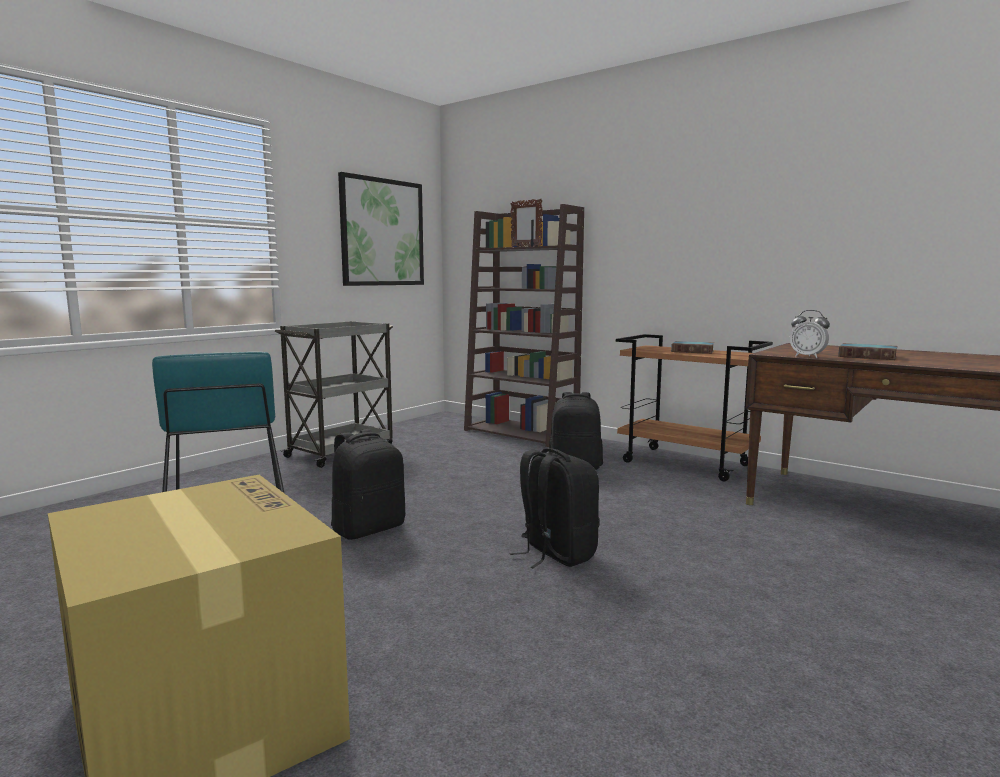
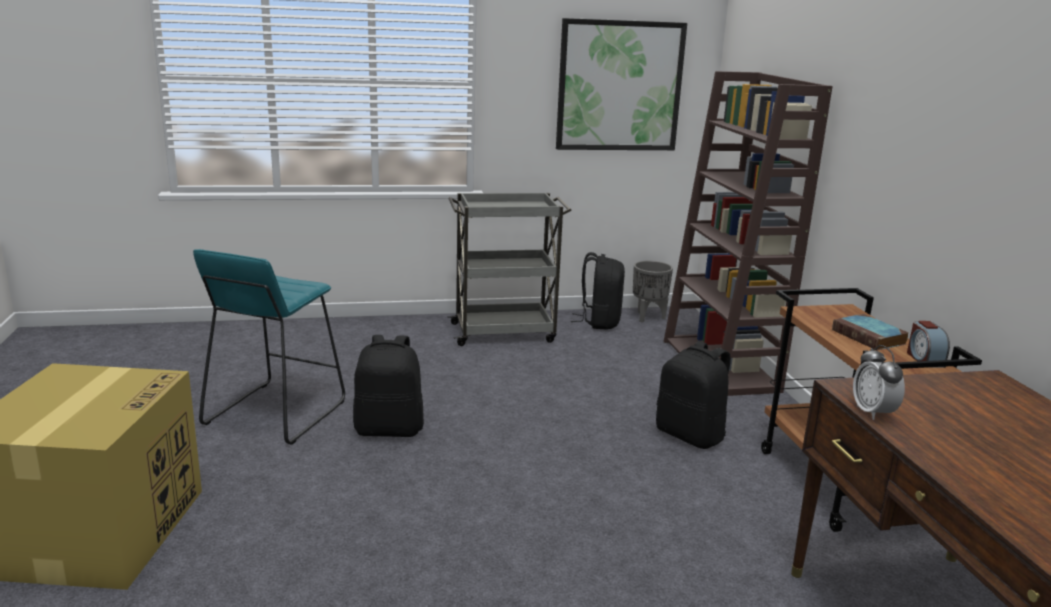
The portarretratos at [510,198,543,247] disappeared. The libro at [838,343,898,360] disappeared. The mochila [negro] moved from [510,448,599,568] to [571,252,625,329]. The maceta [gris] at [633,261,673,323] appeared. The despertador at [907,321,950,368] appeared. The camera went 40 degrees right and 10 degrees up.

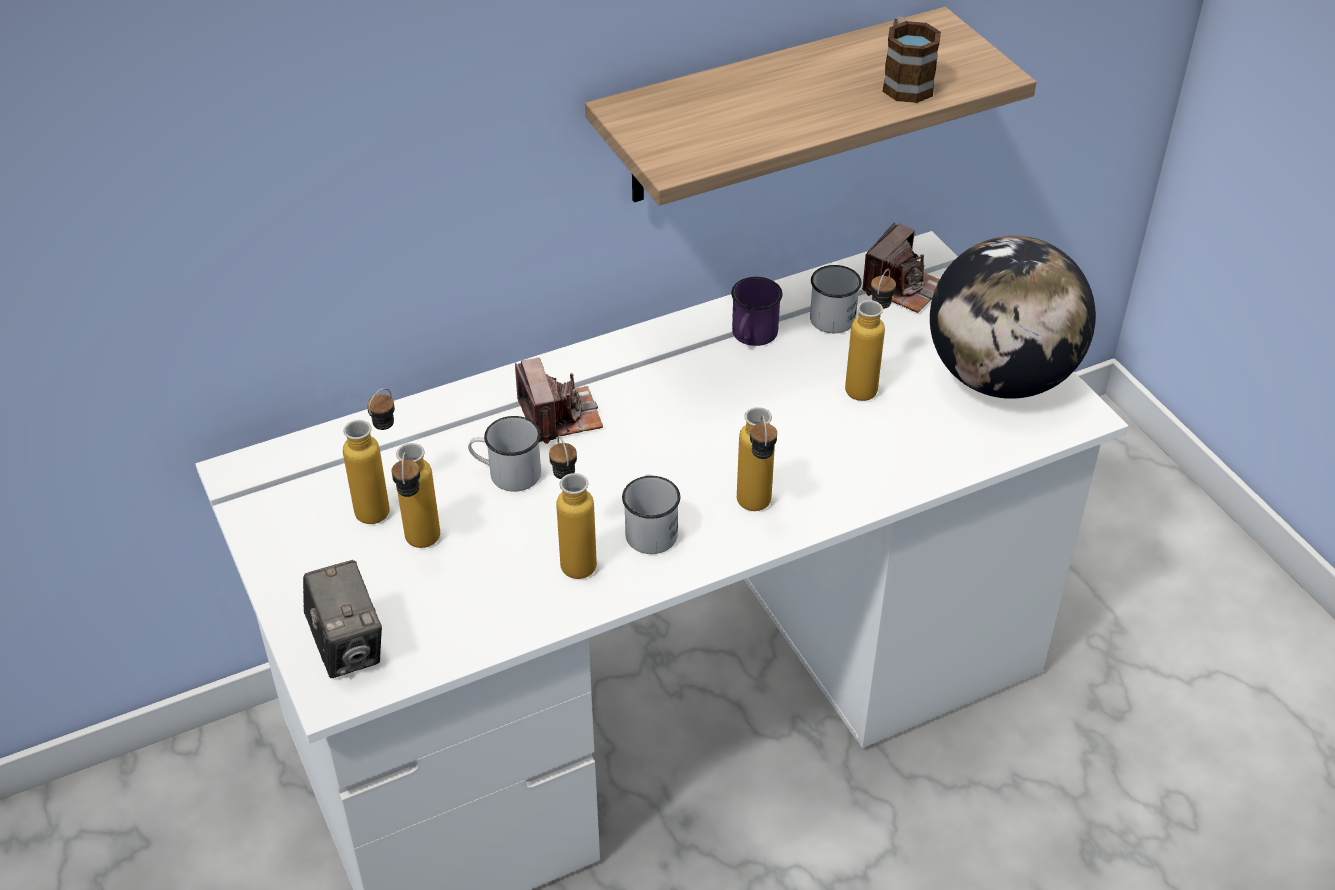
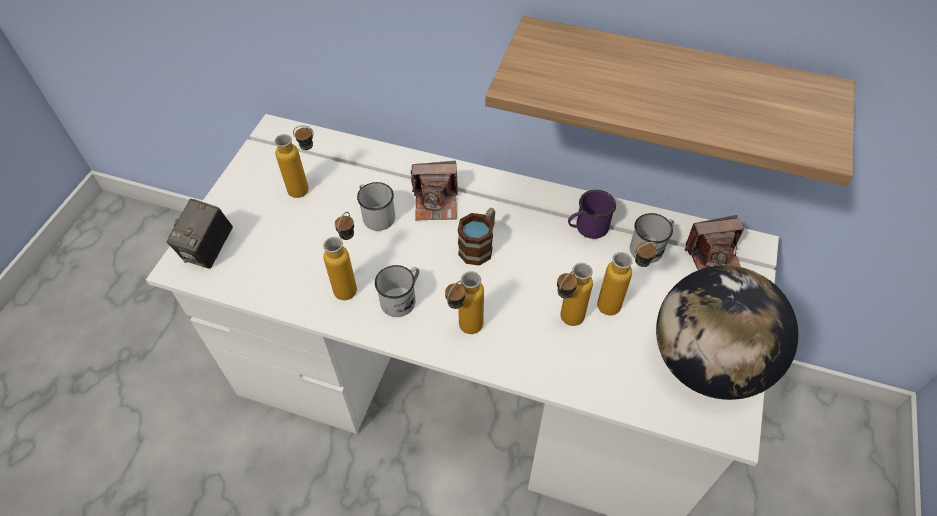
The taza grande moved from [882,16,941,103] to [458,208,495,266]. The cámara at [515,358,603,444] turned 60 degrees clockwise. The botella moved from [391,443,440,548] to [557,263,593,326]. The camera went 45 degrees right and 10 degrees up.

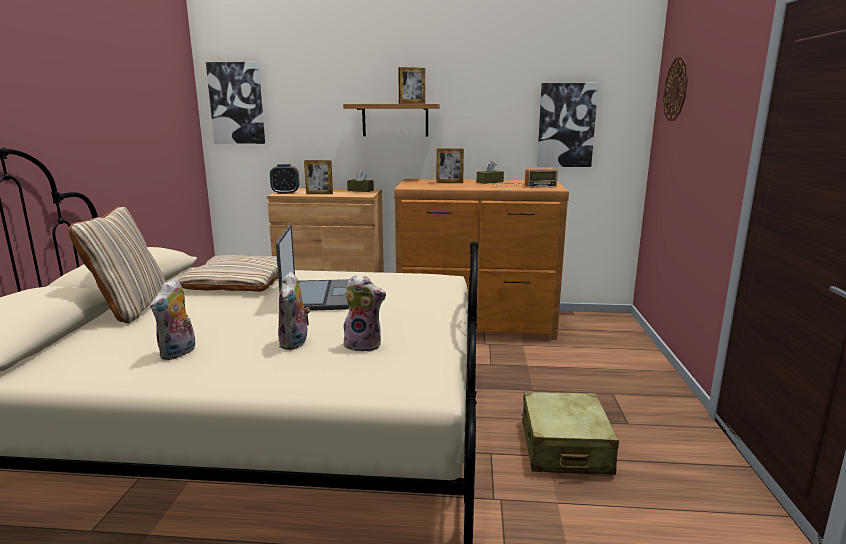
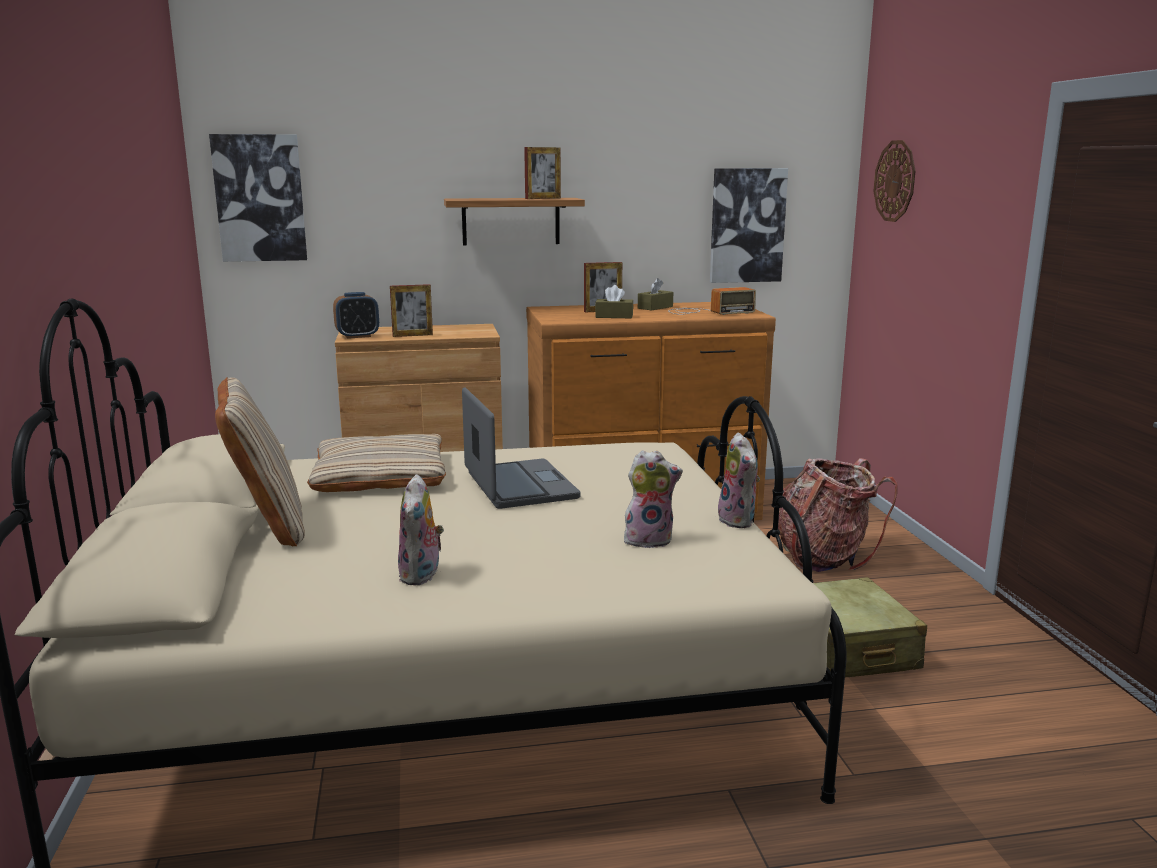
The caja de pañuelos [marrón] moved from [347,170,374,192] to [595,285,634,318]. The peluche moved from [278,271,310,350] to [718,433,760,528]. The mochila at [778,458,898,572] appeared. The camera went 15 degrees left and 0 degrees up.

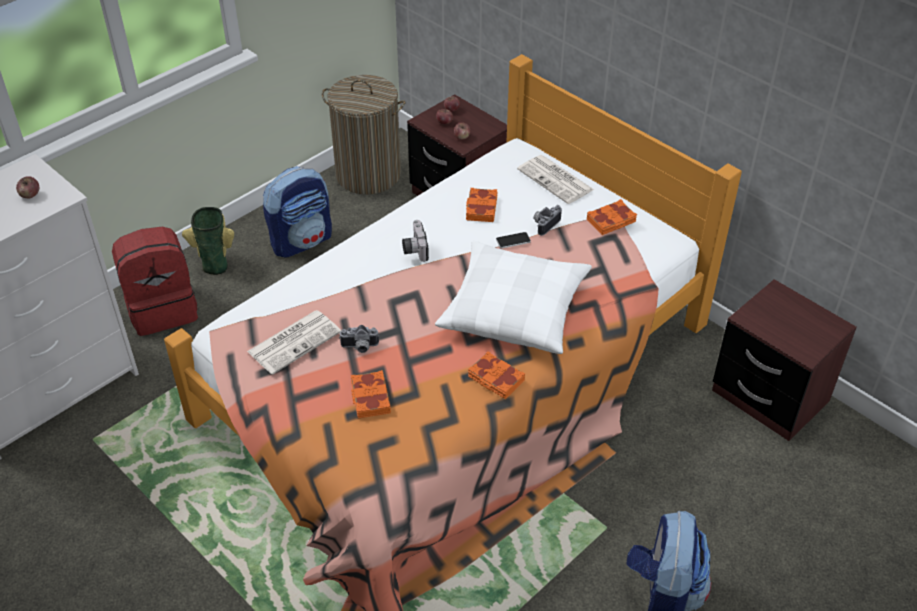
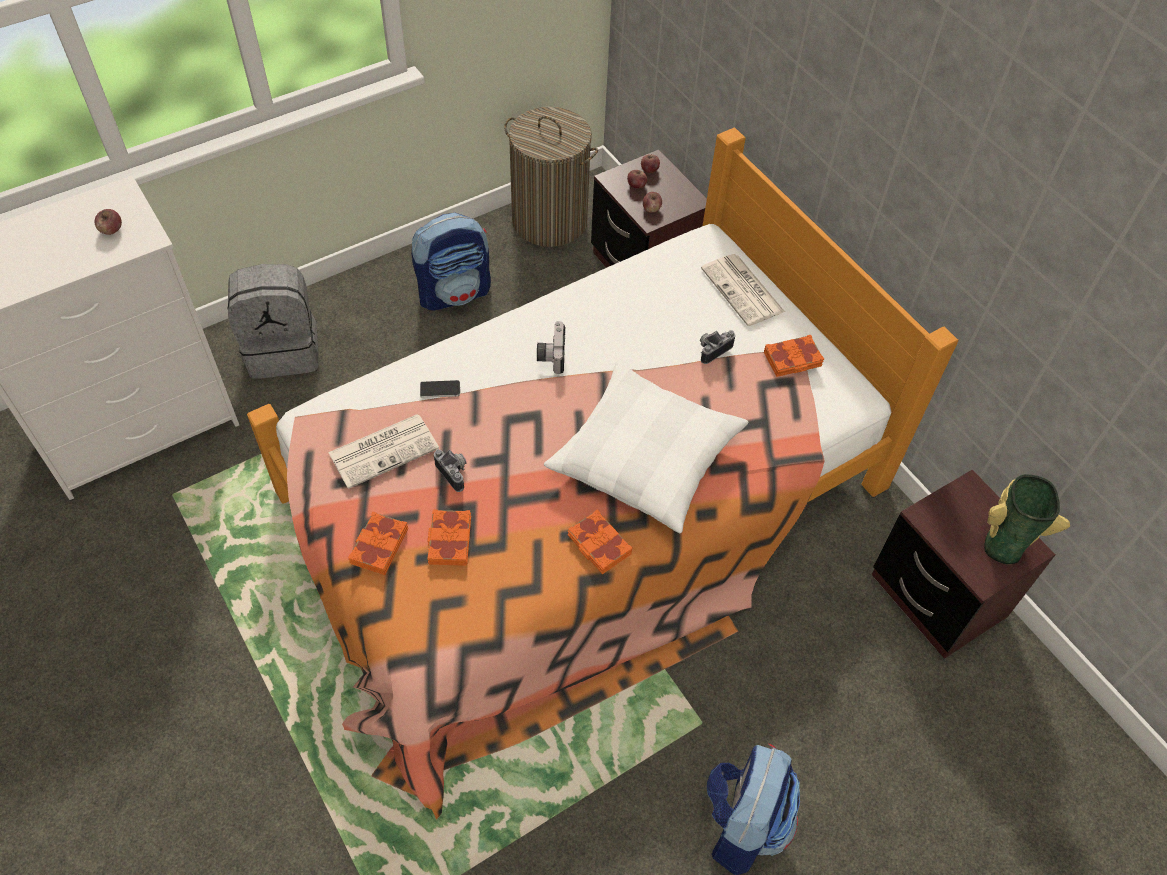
The libro [naranja] moved from [466,188,497,222] to [348,512,408,575]. The florero moved from [182,207,234,275] to [984,474,1070,564]. The mochila [rojo] at [112,227,198,336] became the mochila [gris] at [227,264,319,379]. The móvil moved from [496,232,531,249] to [420,380,460,398]. The cámara at [339,325,379,353] turned 135 degrees counterclockwise. The camera went 10 degrees right and 10 degrees up.

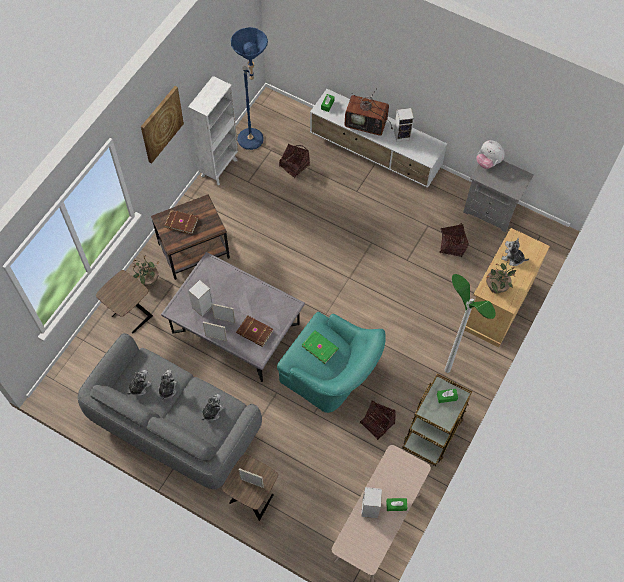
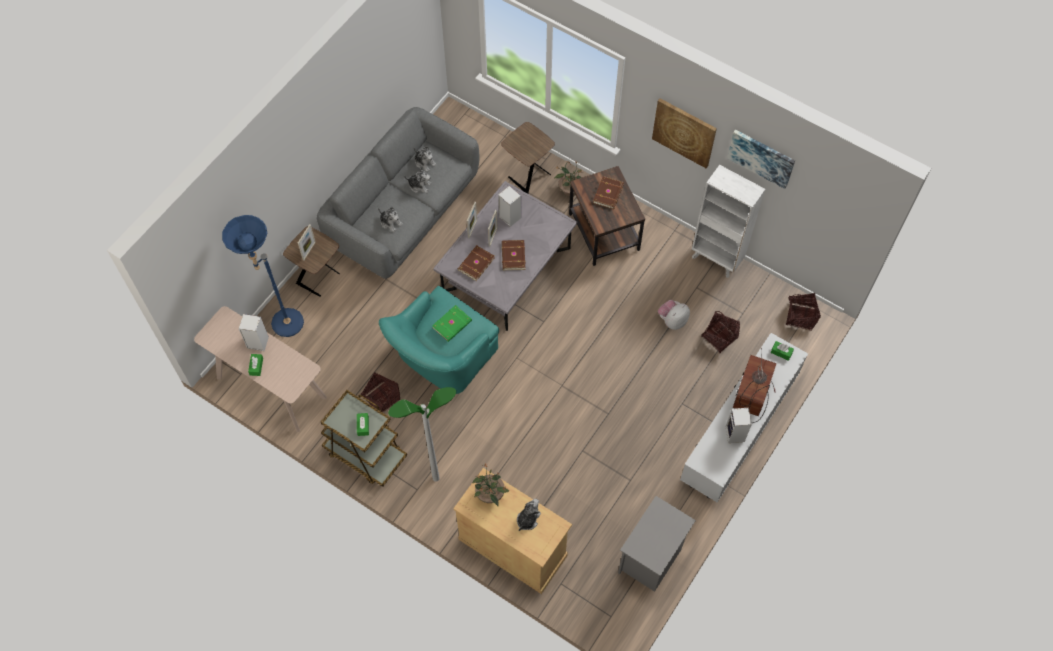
The lámpara de pie [azul] moved from [231,27,268,150] to [222,215,304,337]. The peluche moved from [476,140,505,169] to [658,300,690,330]. The cesta moved from [439,223,469,257] to [785,293,821,331]. The cuadro at [727,130,795,189] appeared. The libro [marrón] at [502,240,525,270] appeared. The camera went 95 degrees right and 0 degrees up.

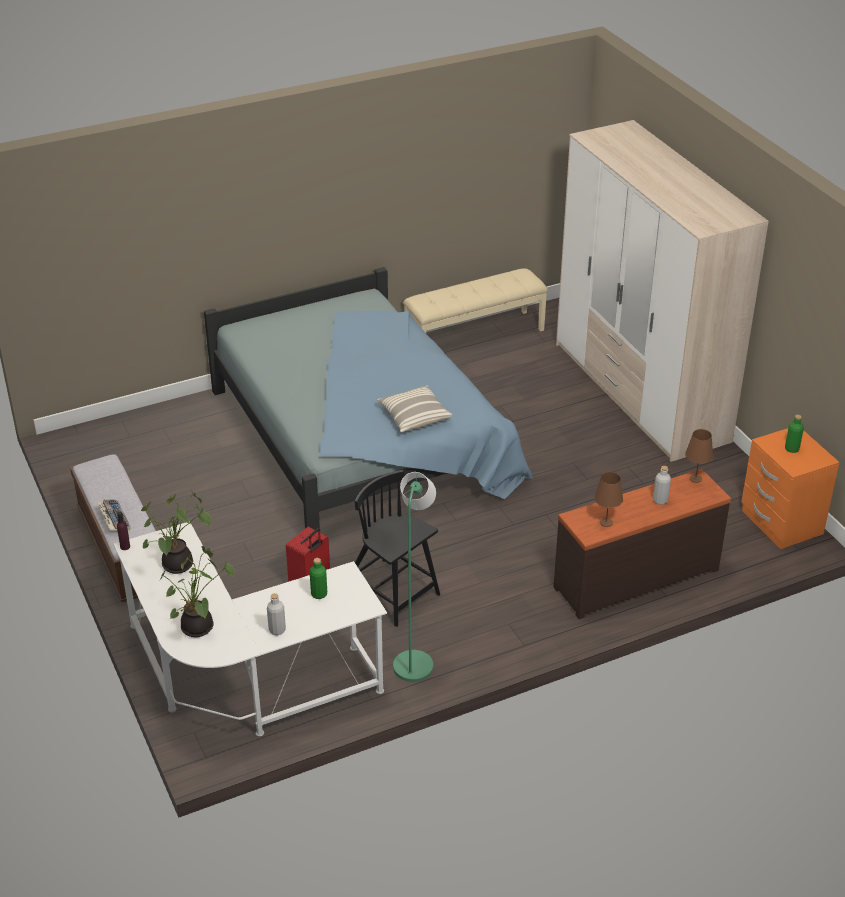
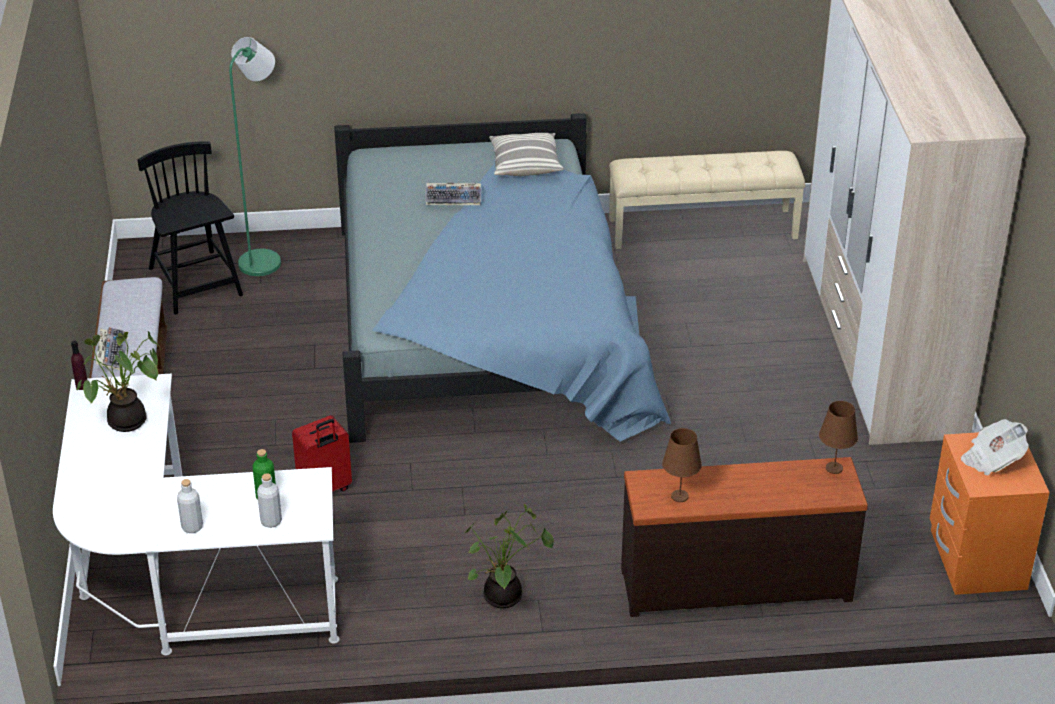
The cojín moved from [377,386,453,432] to [489,133,564,176]. The botella [verde] at [785,415,804,453] was replaced by the periódico at [961,419,1028,476]. The botella [gris] moved from [653,466,671,505] to [257,473,282,528]. The silla [negro] moved from [355,470,440,627] to [137,141,243,315]. The lámpara de pie [verde] moved from [393,472,436,682] to [229,37,281,276]. The planta en maceta moved from [158,546,234,637] to [465,504,554,608]. The teclado at [425,183,481,205] appeared. The camera went 20 degrees right and 0 degrees up.

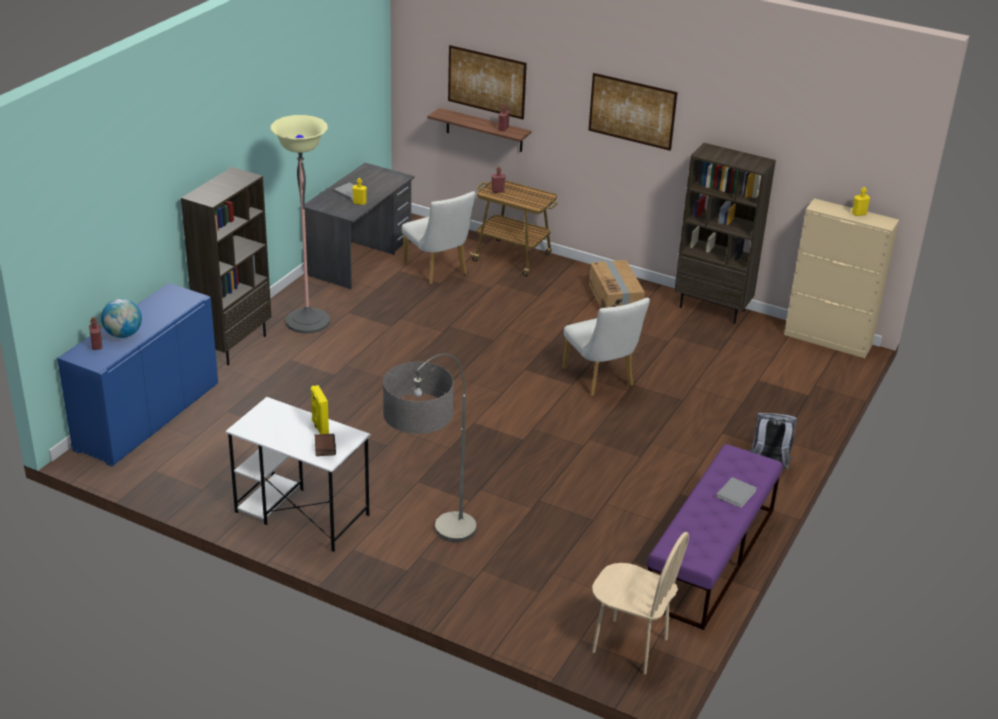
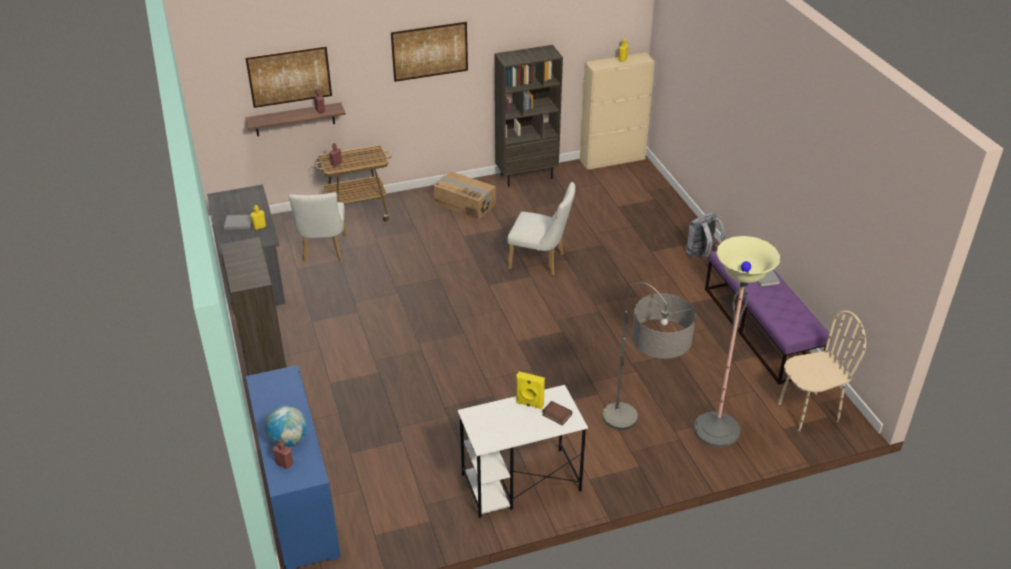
The lámpara de pie moved from [271,115,330,333] to [694,236,780,447]. The silla [blanco] at [402,191,475,284] turned 75 degrees clockwise. The camera went 45 degrees left and 5 degrees up.

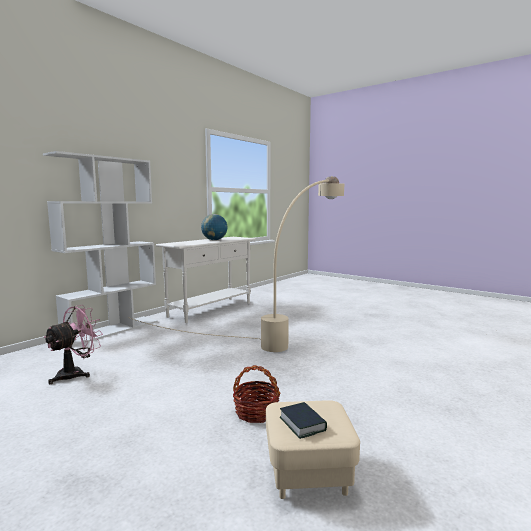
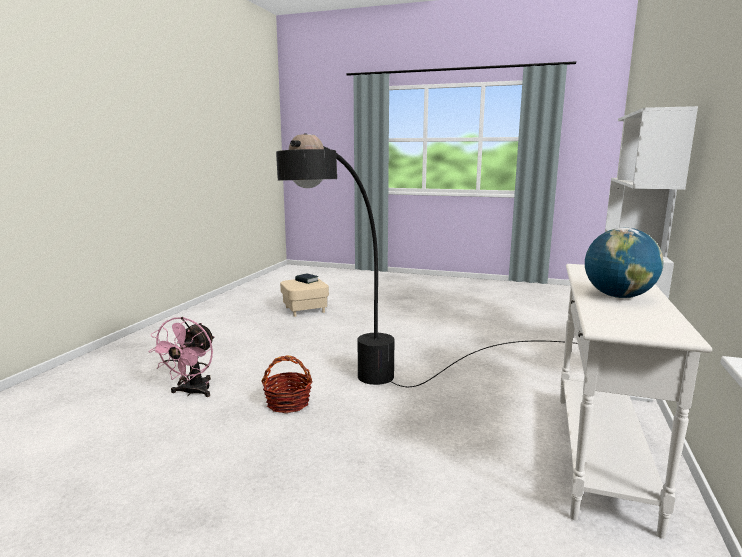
The lámpara de pie [beis] at [128,176,344,352] became the lámpara de pie [negro] at [276,133,578,387]. The ventilador [rosa] moved from [43,305,103,384] to [149,317,215,397]. The cesta moved from [233,365,281,423] to [261,355,312,413]. The camera went 160 degrees right and 5 degrees up.

